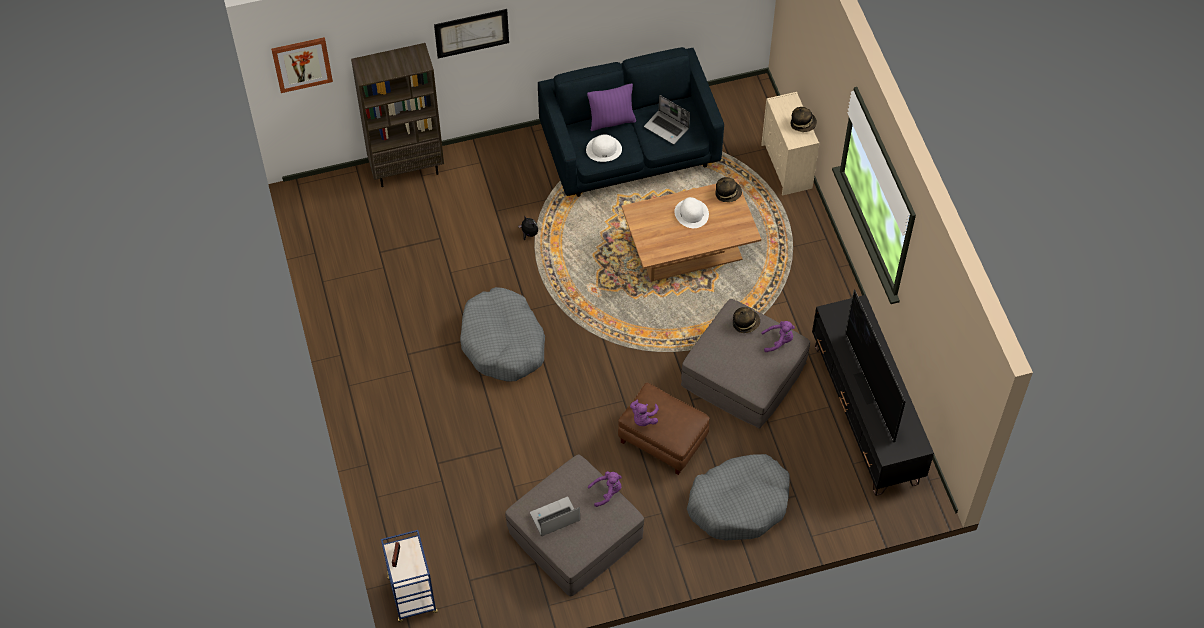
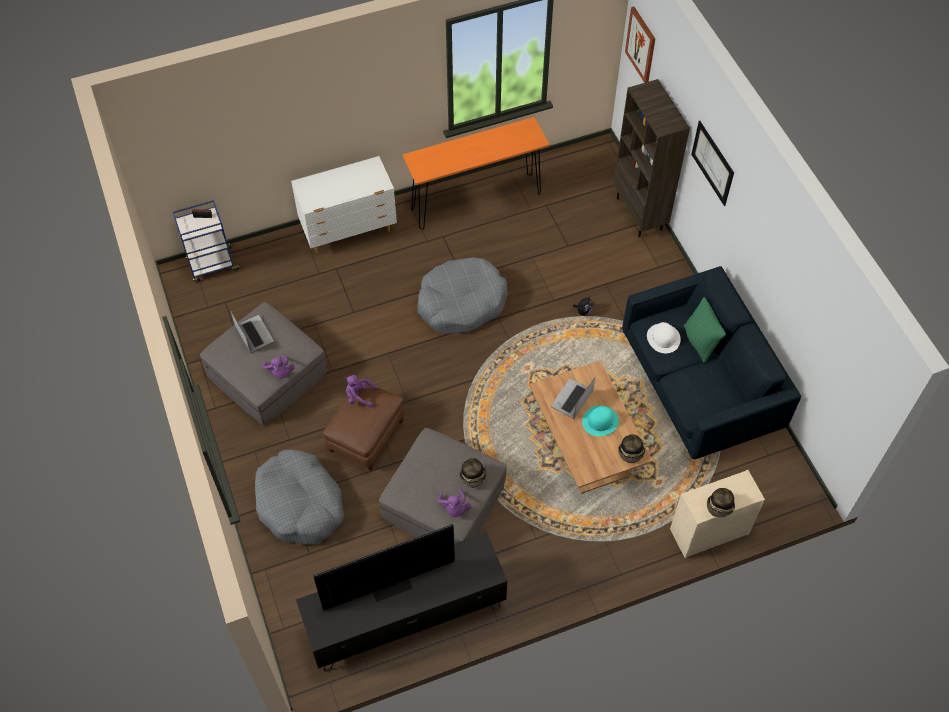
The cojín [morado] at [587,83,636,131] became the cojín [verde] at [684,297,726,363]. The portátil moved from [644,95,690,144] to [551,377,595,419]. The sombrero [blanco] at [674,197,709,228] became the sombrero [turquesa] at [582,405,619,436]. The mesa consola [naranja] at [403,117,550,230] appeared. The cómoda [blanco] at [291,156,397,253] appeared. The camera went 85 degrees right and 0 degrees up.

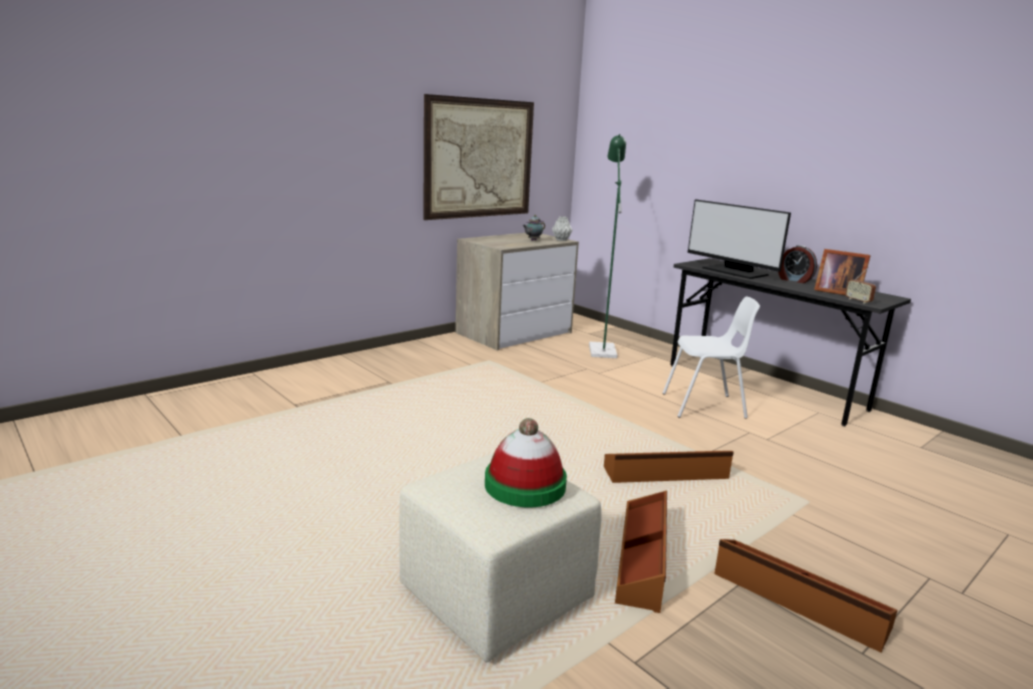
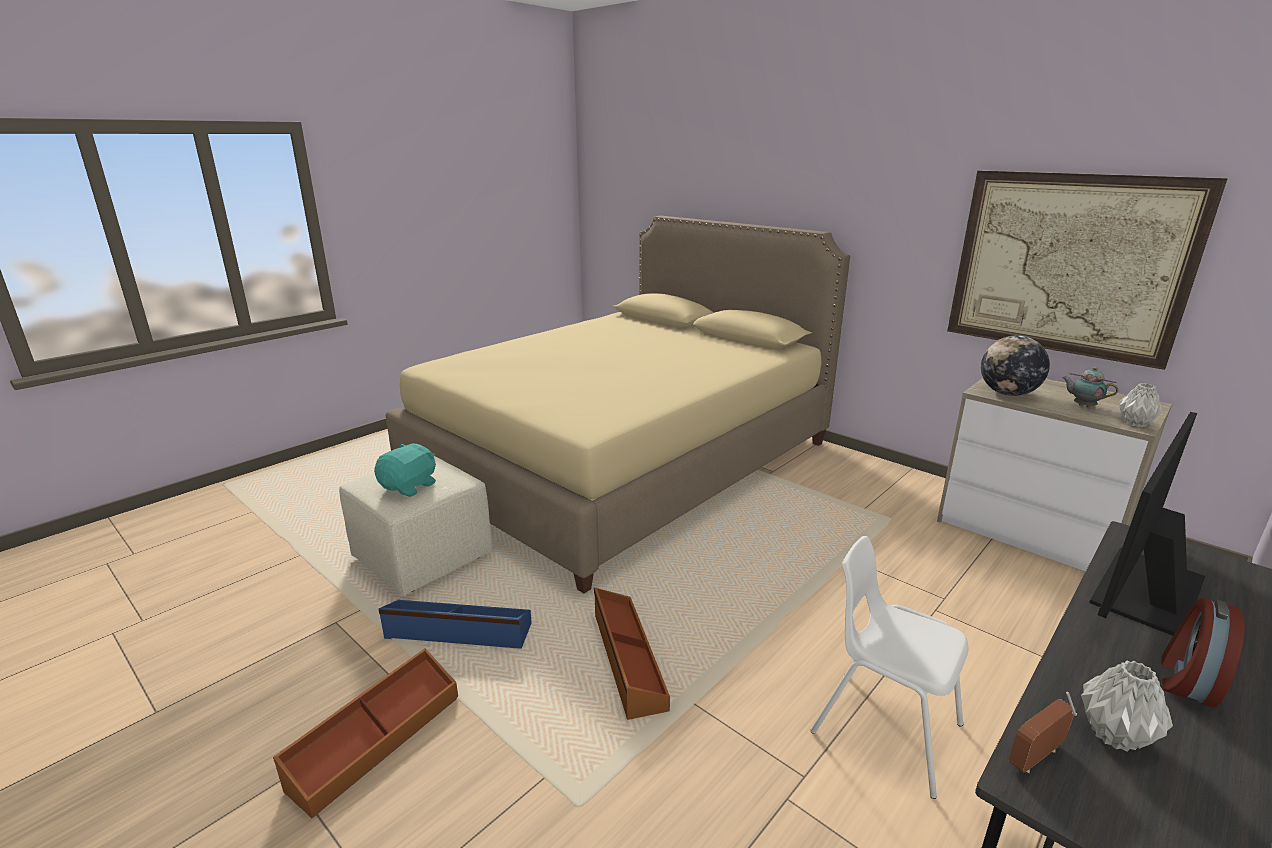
The lámpara de pie [verde] at [589,134,626,358] disappeared. The portarretratos at [814,249,870,295] was replaced by the florero [gris] at [1081,661,1173,751]. The silla [blanco] at [662,297,760,419] turned 135 degrees clockwise. The sombrero at [485,418,567,507] was replaced by the peluche [turquesa] at [374,443,436,497]. The caja de almacenaje [marrón] at [615,491,667,613] became the caja de almacenaje [azul] at [378,600,532,649]. The cama [beis] at [386,216,850,593] appeared. The globo terráqueo at [981,335,1050,396] appeared. The camera went 85 degrees right and 5 degrees up.

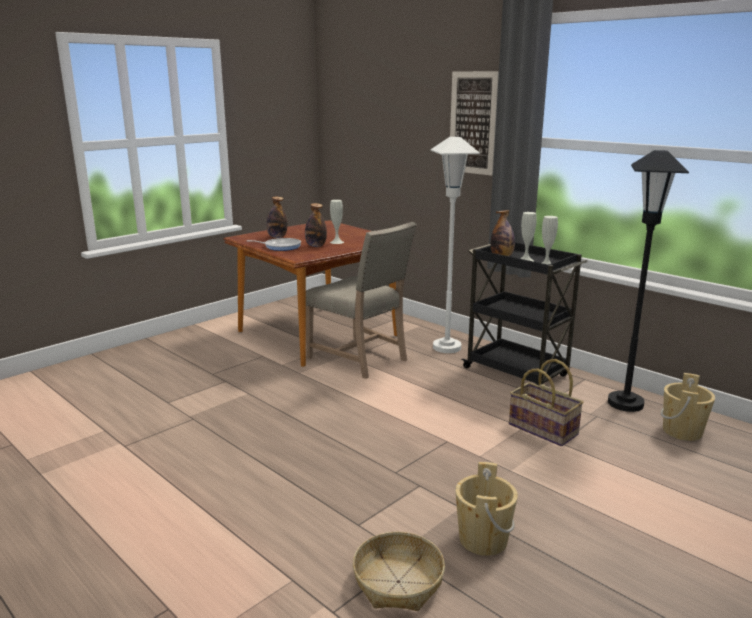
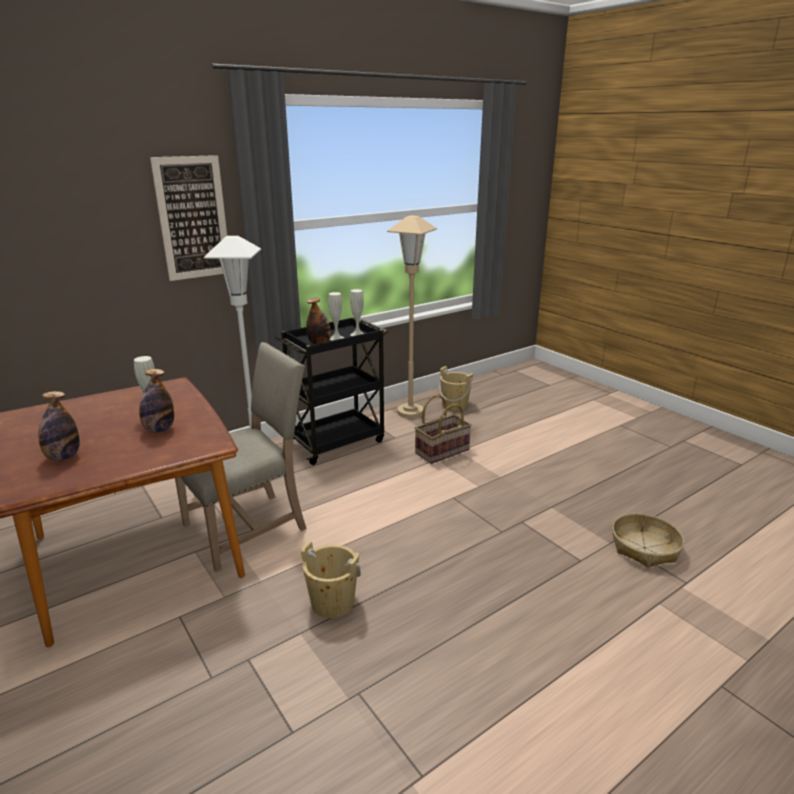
The lámpara de pie [negro] at [608,150,689,412] became the lámpara de pie [beis] at [387,215,437,419]. The sartén at [247,238,301,251] disappeared. The cubo [beis] moved from [455,462,518,556] to [301,541,361,618]. The camera went 80 degrees left and 5 degrees up.

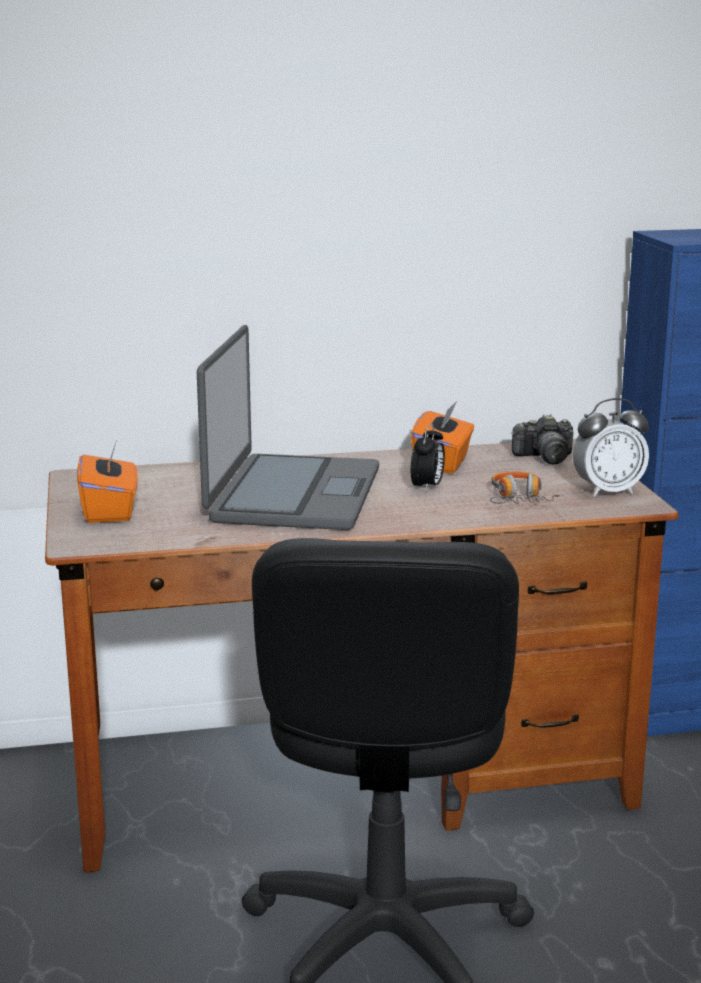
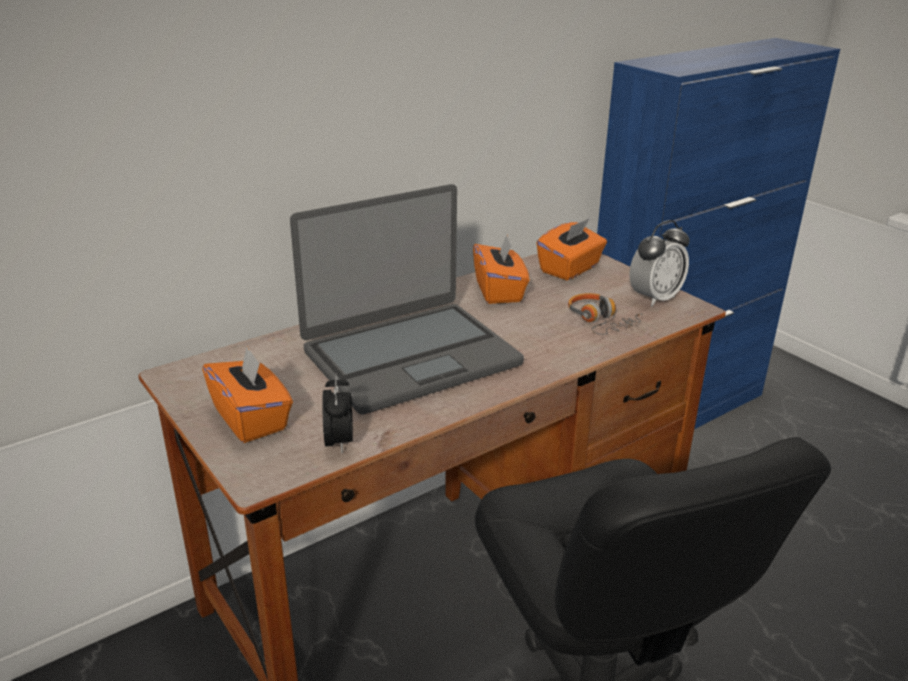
The portátil at [197,325,379,530] turned 75 degrees clockwise. The cámara at [511,414,573,464] was replaced by the caja de pañuelos [naranja] at [537,218,607,280]. The despertador moved from [411,423,445,493] to [322,373,353,453]. The camera went 25 degrees left and 10 degrees up.

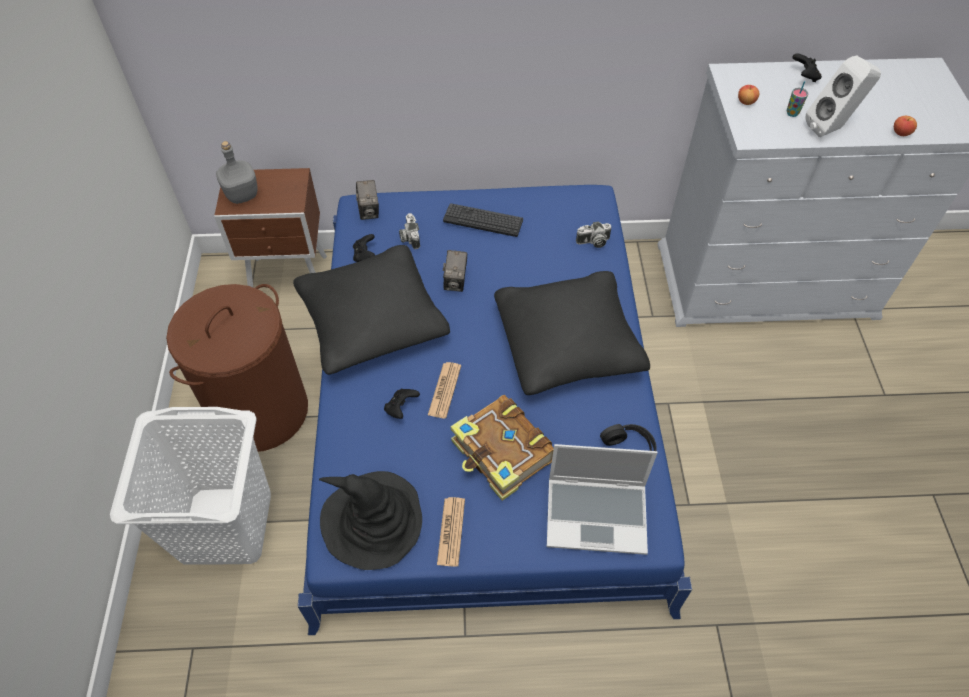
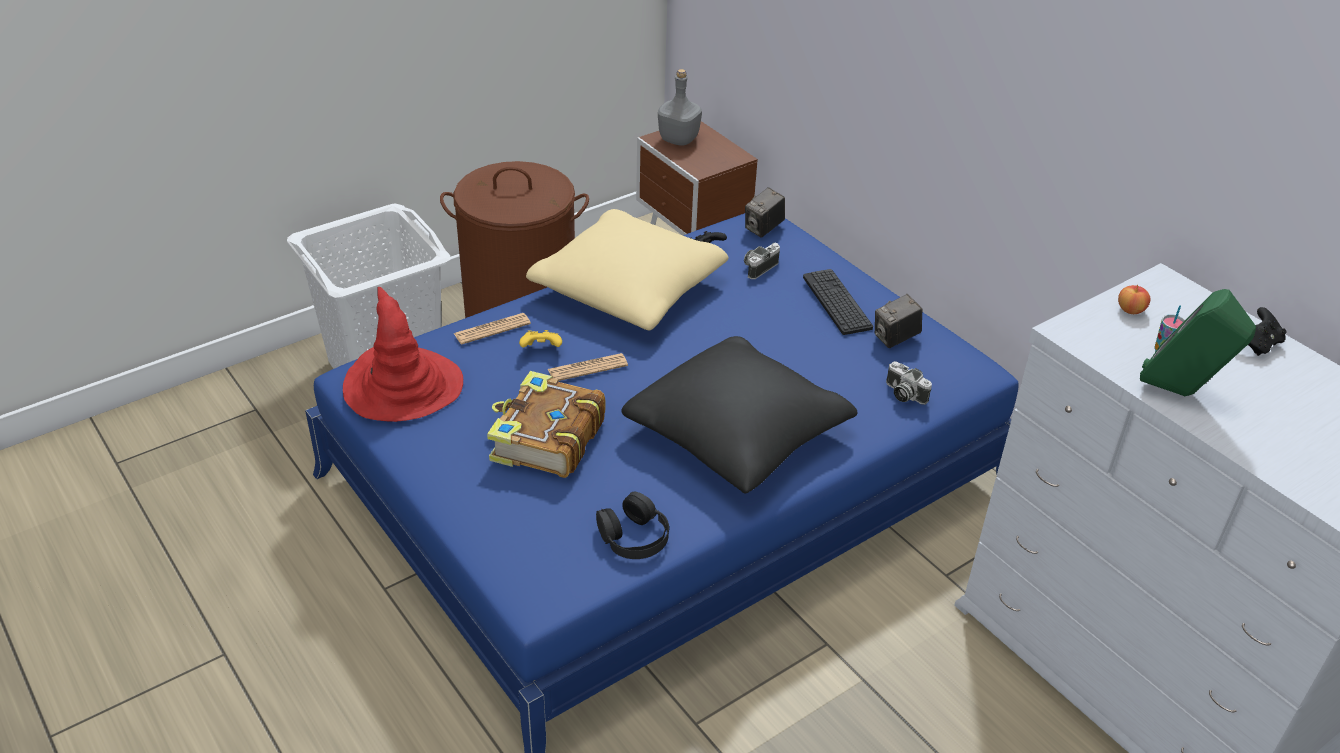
The altavoz [blanco] at [806,55,881,137] became the altavoz [verde] at [1140,289,1256,396]. The manzana at [894,116,917,136] disappeared. The cojín [negro] at [293,245,450,375] became the cojín [beis] at [526,209,728,330]. The cámara moved from [443,250,467,292] to [875,294,922,348]. The mando de consola [negro] at [384,388,420,419] became the mando de consola [amarillo] at [519,330,562,347]. The portátil at [547,444,657,555] disappeared. The sombrero [negro] at [319,471,422,570] became the sombrero [rojo] at [343,287,463,422]. The periódico moved from [437,497,465,567] to [453,313,531,345]. The camera went 55 degrees right and 15 degrees down.

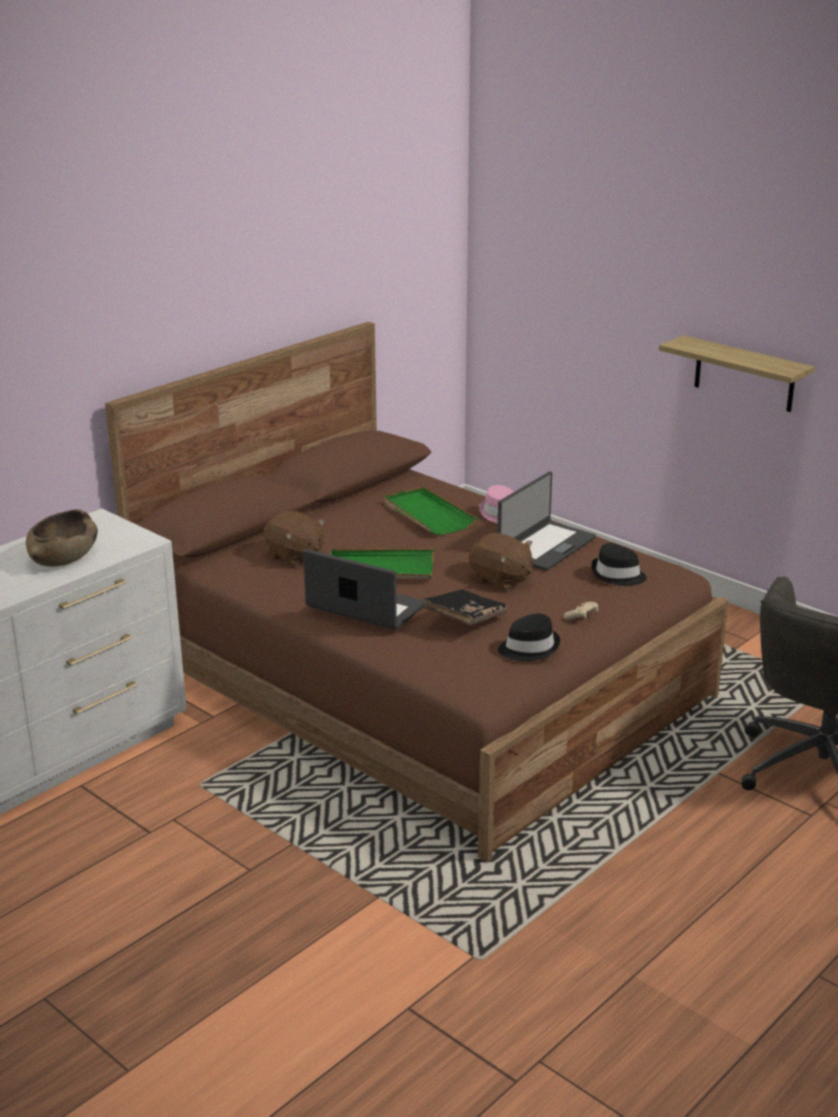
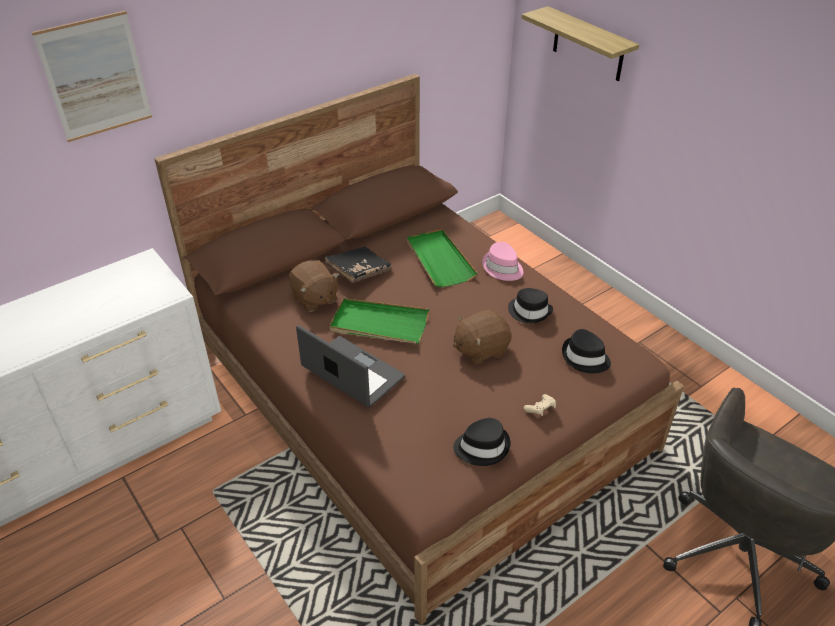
The estante moved from [659,335,815,412] to [522,6,639,81]. The portátil at [497,471,596,571] was replaced by the sombrero [negro] at [508,288,553,323]. The cuenco [marrón] at [26,509,98,567] disappeared. The peluche [marrón] at [469,533,533,591] turned 105 degrees clockwise. The libro [negro] moved from [423,589,507,625] to [325,247,391,283]. The cuadro at [32,11,152,142] appeared. The camera went 10 degrees right and 15 degrees up.

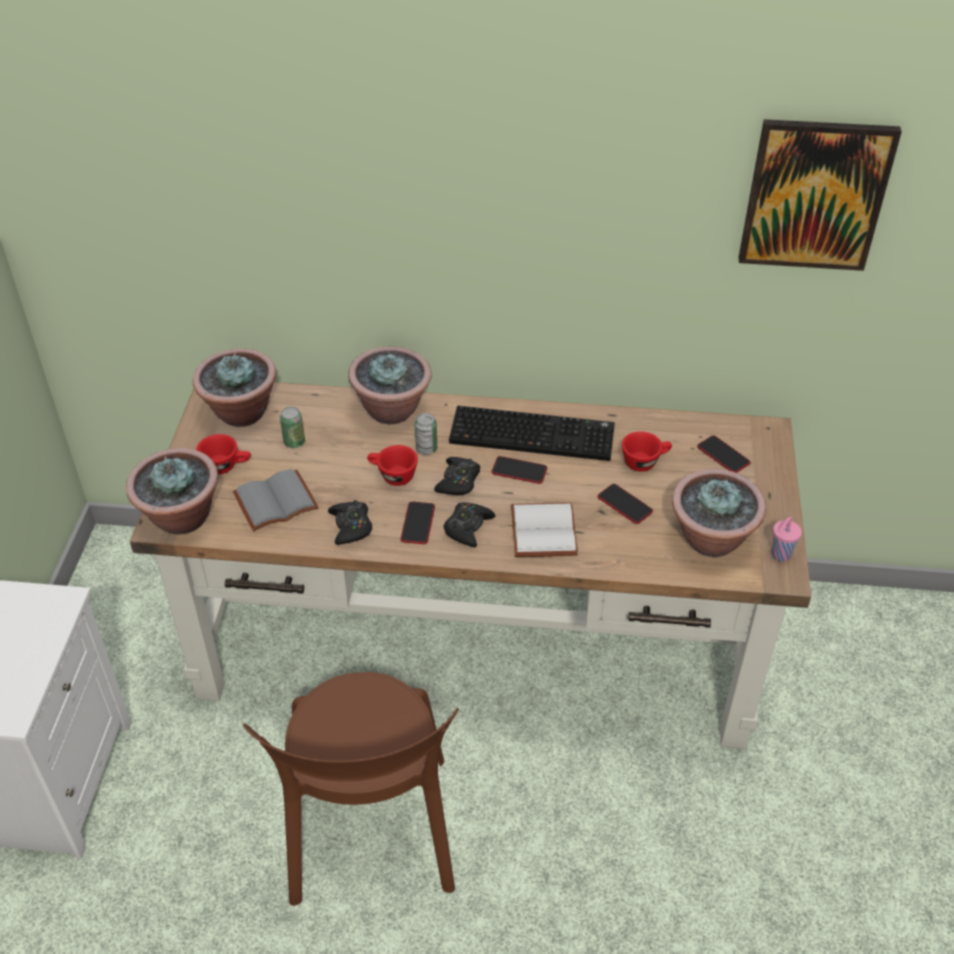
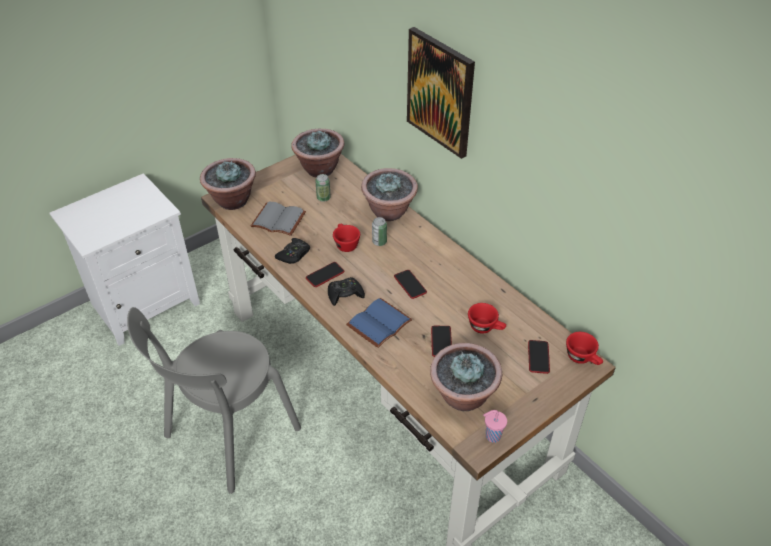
The cuadro moved from [738,119,902,271] to [407,27,475,159]. The teclado at [449,406,615,461] disappeared. The taza [rojo] moved from [196,434,251,474] to [566,332,603,365]. The mando de consola [negro] at [434,457,480,496] disappeared. The libro [blanco] at [511,503,578,557] became the libro [azul] at [346,298,412,348]. The silla [marrón] at [243,672,459,906] became the silla [gris] at [127,307,301,494]. The camera went 45 degrees right and 0 degrees up.

